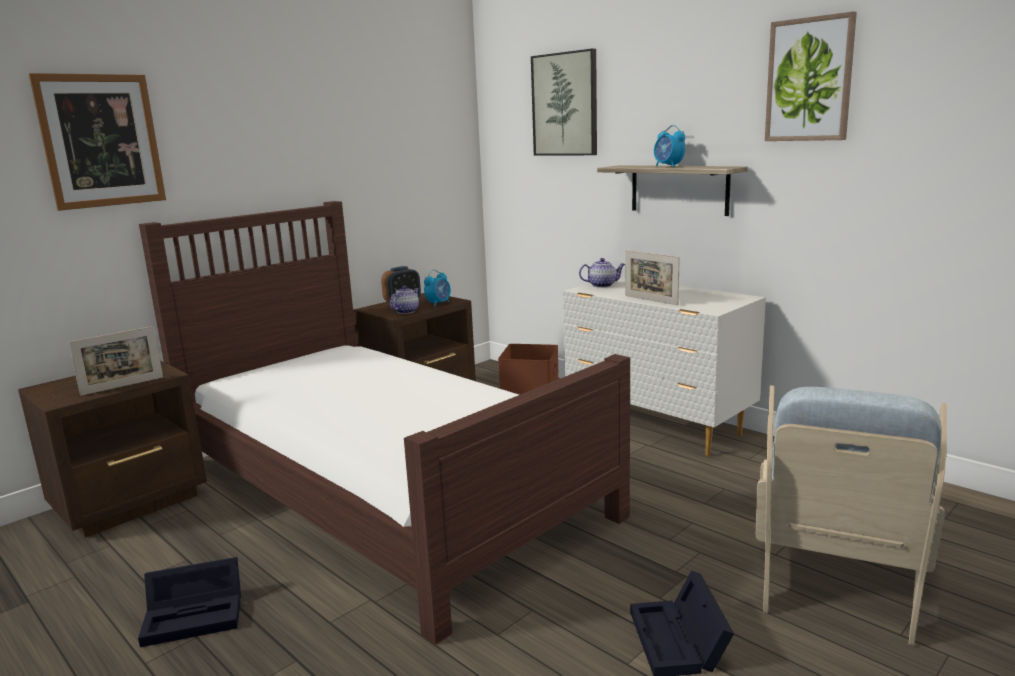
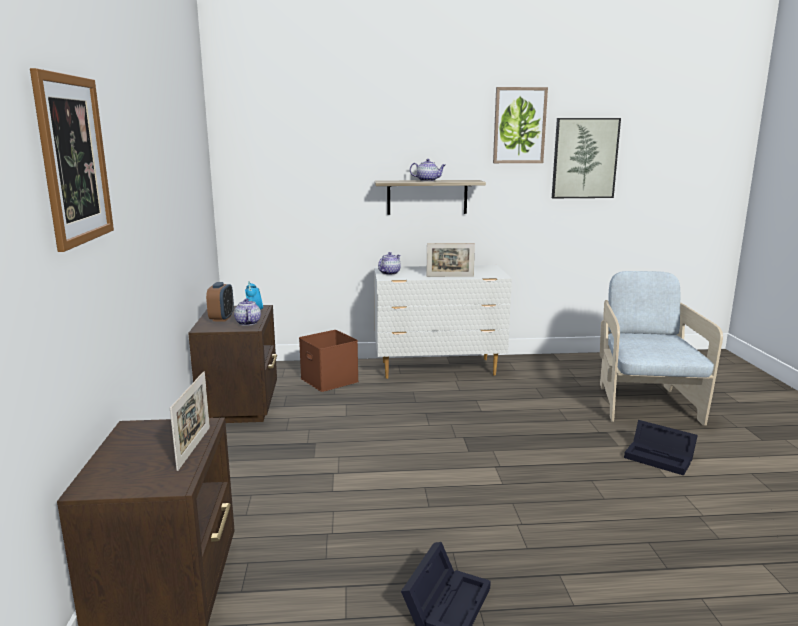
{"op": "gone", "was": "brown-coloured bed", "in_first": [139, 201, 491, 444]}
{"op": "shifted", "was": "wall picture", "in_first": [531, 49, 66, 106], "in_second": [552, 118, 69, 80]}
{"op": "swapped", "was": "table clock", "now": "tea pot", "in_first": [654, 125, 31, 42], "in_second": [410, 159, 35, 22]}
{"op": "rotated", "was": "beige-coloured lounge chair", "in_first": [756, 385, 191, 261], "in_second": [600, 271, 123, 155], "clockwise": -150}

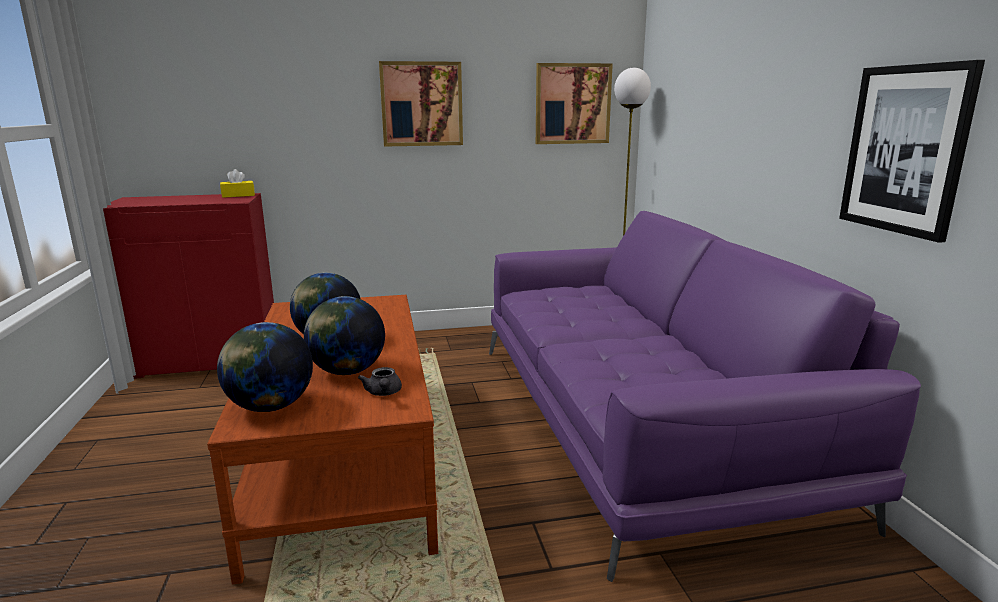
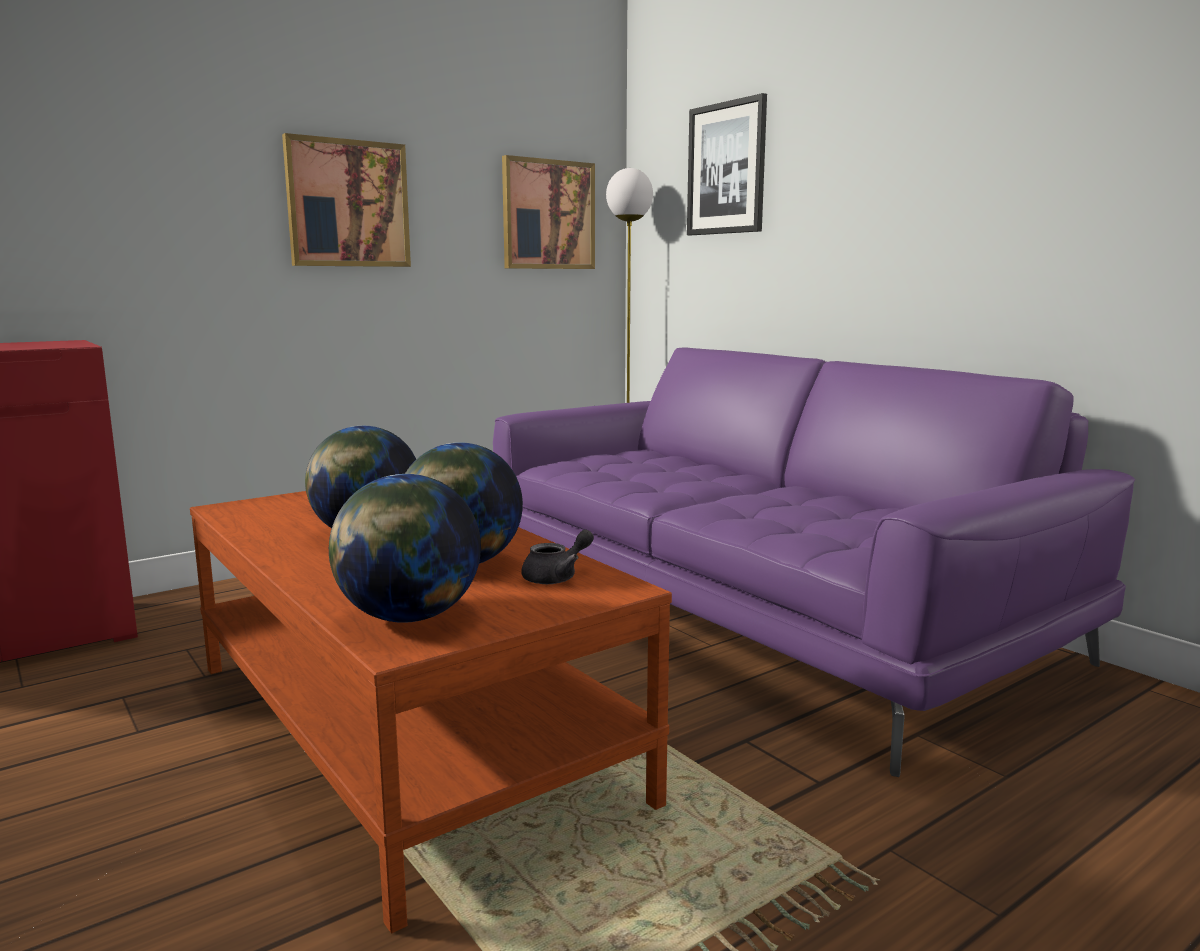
{"op": "gone", "was": "yellowish tissue holder", "in_first": [220, 169, 35, 29]}
{"op": "rotated", "was": "grey tea pot", "in_first": [358, 367, 44, 29], "in_second": [521, 529, 73, 55], "clockwise": -90}
{"op": "shifted", "was": "wall picture", "in_first": [839, 60, 146, 183], "in_second": [687, 93, 80, 142]}

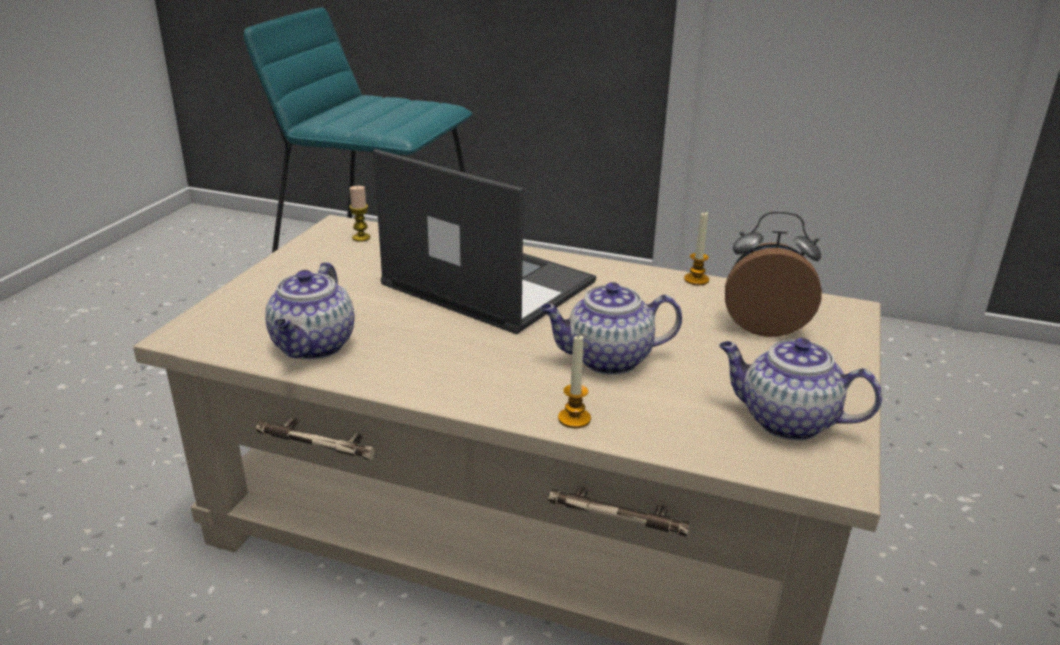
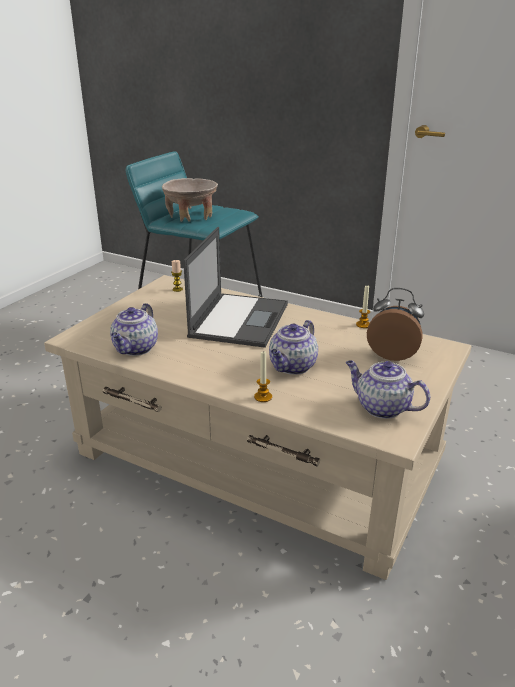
{"op": "rotated", "was": "laptop", "in_first": [373, 149, 223, 185], "in_second": [183, 227, 105, 121], "clockwise": 60}
{"op": "rotated", "was": "tea pot", "in_first": [540, 282, 142, 93], "in_second": [269, 320, 49, 55], "clockwise": -60}
{"op": "new", "now": "beige-coloured deep dish", "in_second": [162, 178, 56, 44]}

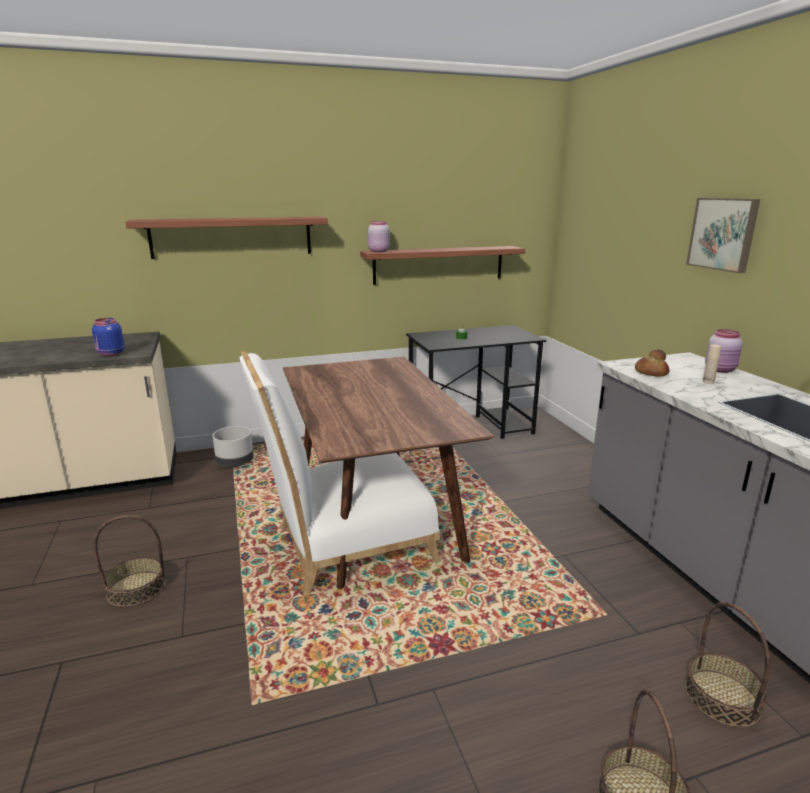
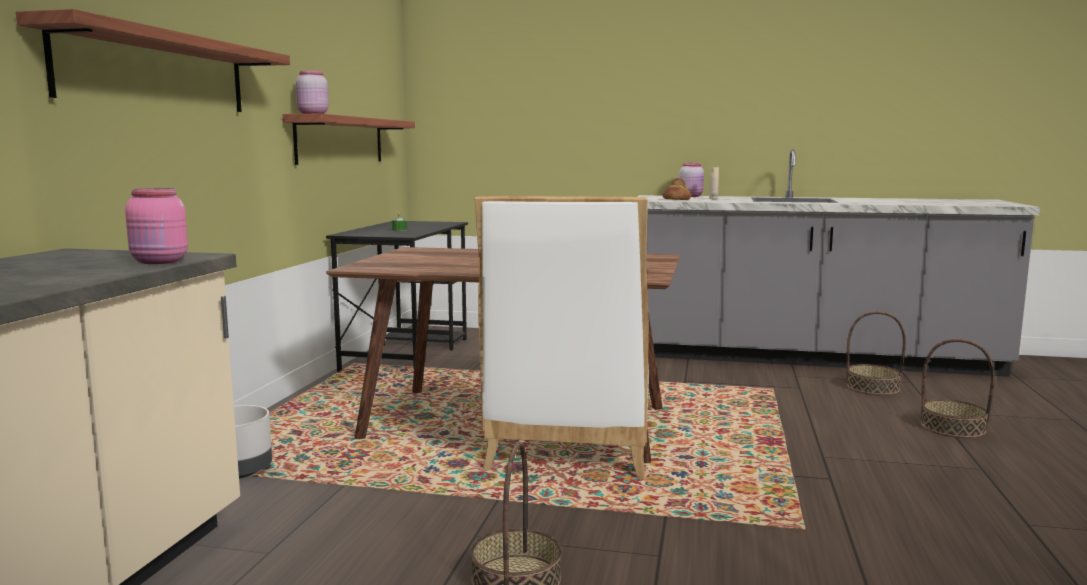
{"op": "repainted", "was": "bluish preserve jar", "now": "pink-coloured preserve jar", "in_first": [92, 318, 32, 38], "in_second": [125, 188, 63, 76]}
{"op": "gone", "was": "wall picture", "in_first": [686, 198, 74, 75]}

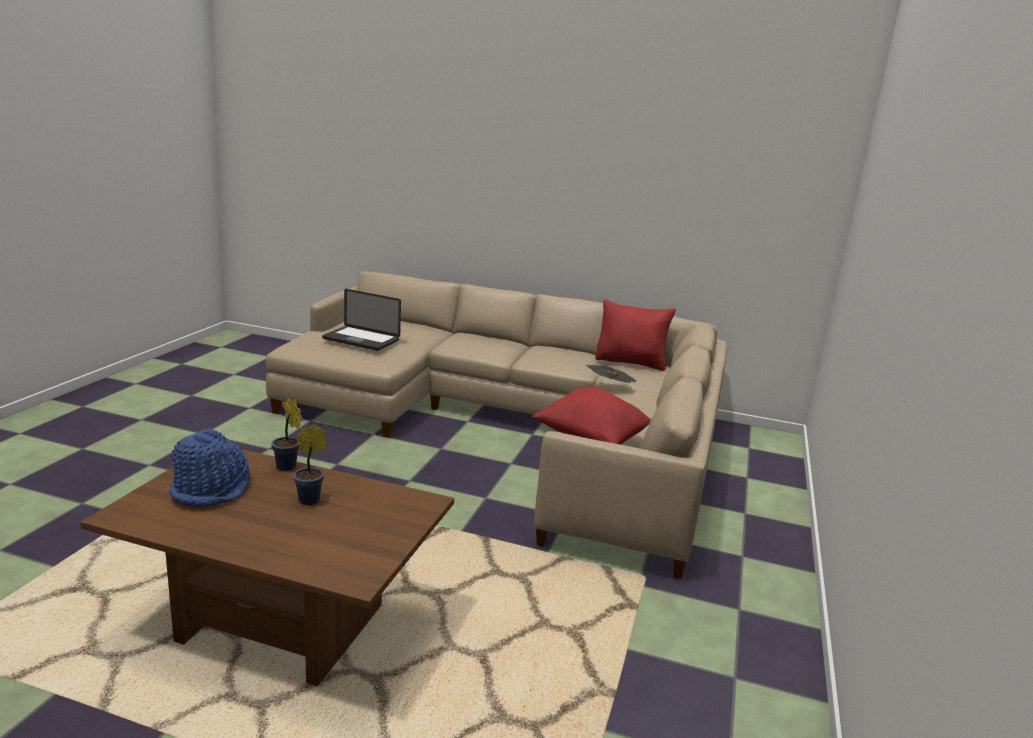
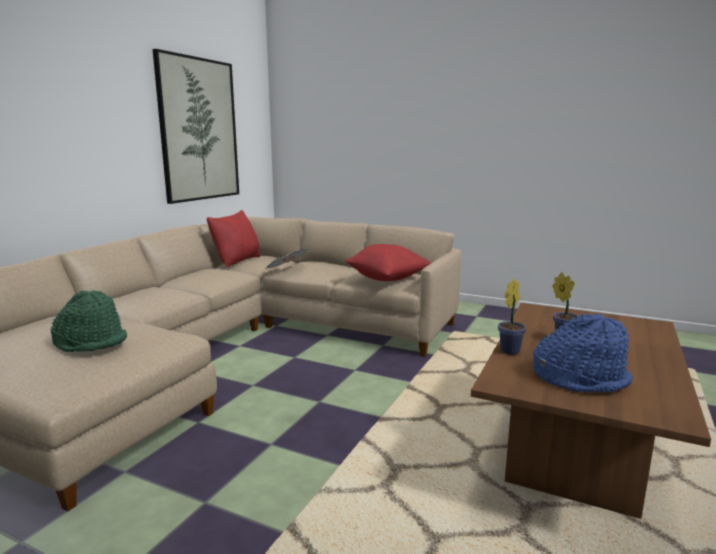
{"op": "swapped", "was": "laptop", "now": "green-coloured clothing hat", "in_first": [322, 289, 79, 62], "in_second": [50, 290, 77, 62]}
{"op": "new", "now": "wall picture", "in_second": [153, 49, 86, 155]}

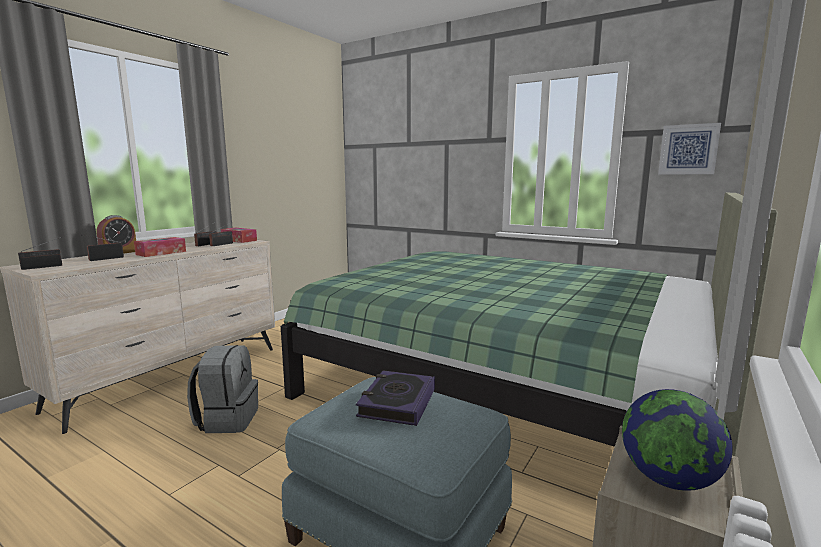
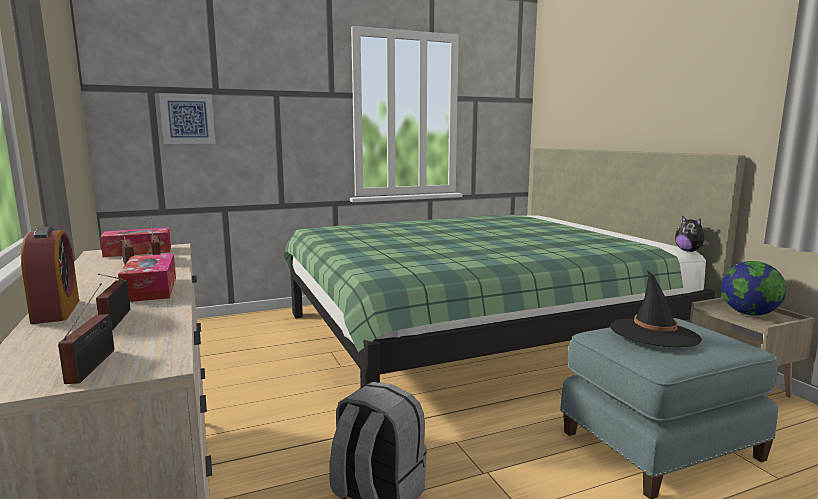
{"op": "swapped", "was": "book", "now": "black-coloured clothing hat", "in_first": [356, 370, 79, 56], "in_second": [610, 270, 92, 77]}
{"op": "shifted", "was": "wall picture", "in_first": [658, 123, 63, 51], "in_second": [159, 93, 57, 51]}
{"op": "new", "now": "cuddly toy", "in_second": [675, 216, 35, 36]}

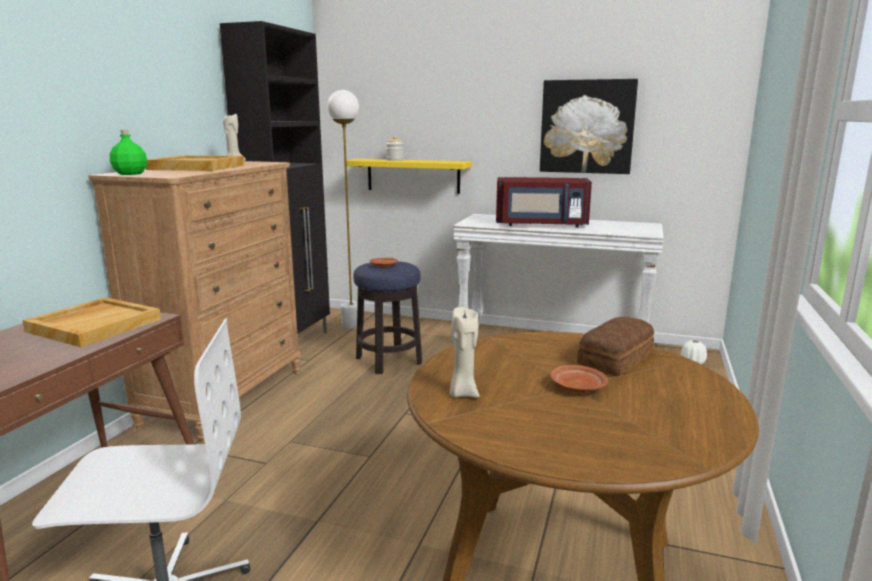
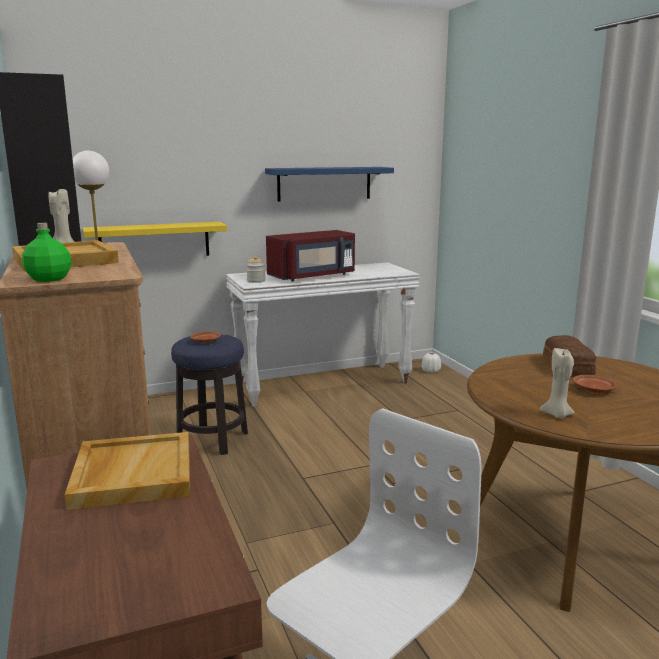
{"op": "shifted", "was": "preserve jar", "in_first": [386, 136, 18, 25], "in_second": [246, 256, 20, 27]}
{"op": "swapped", "was": "wall picture", "now": "bluish shelf", "in_first": [540, 79, 98, 95], "in_second": [265, 167, 129, 35]}

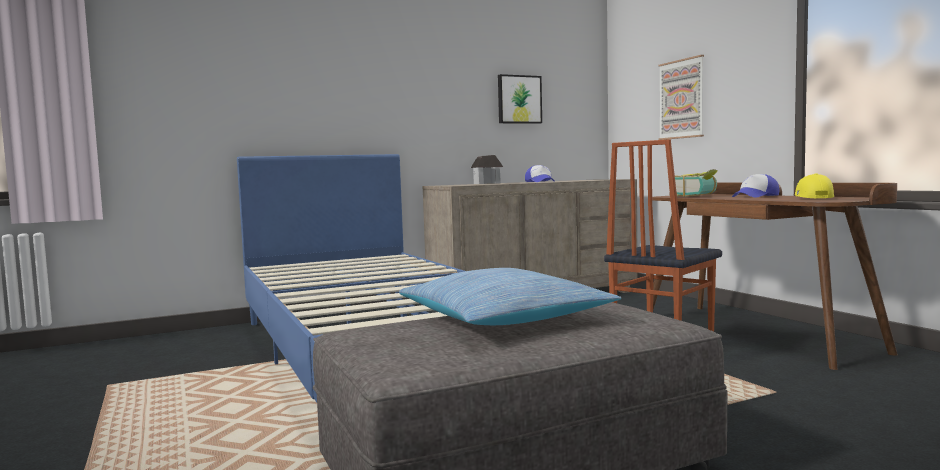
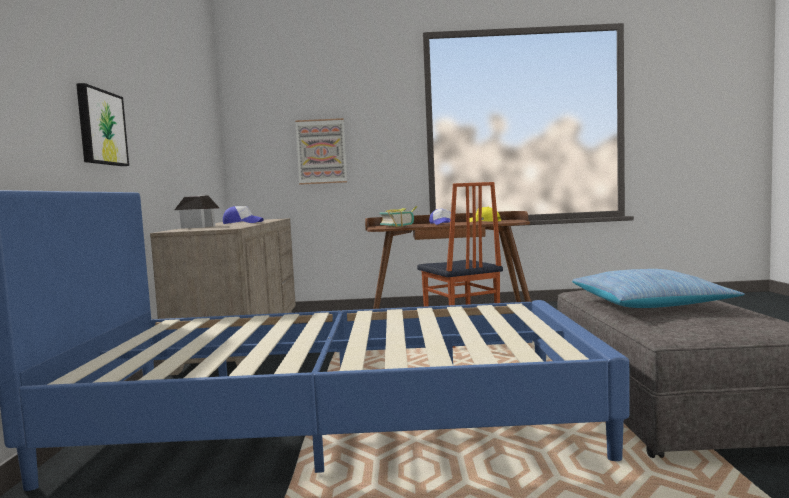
{"op": "shifted", "was": "wall picture", "in_first": [498, 74, 44, 50], "in_second": [76, 83, 53, 83]}

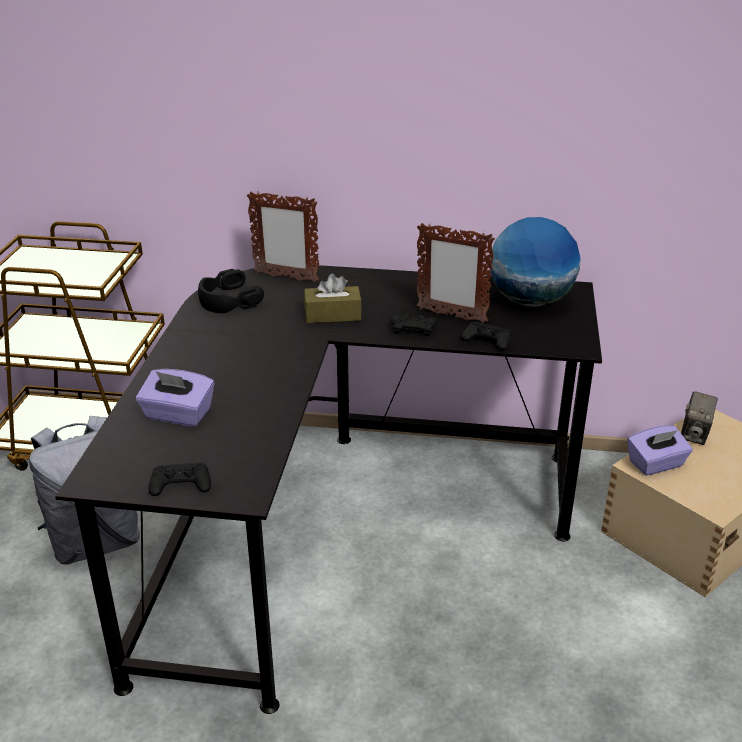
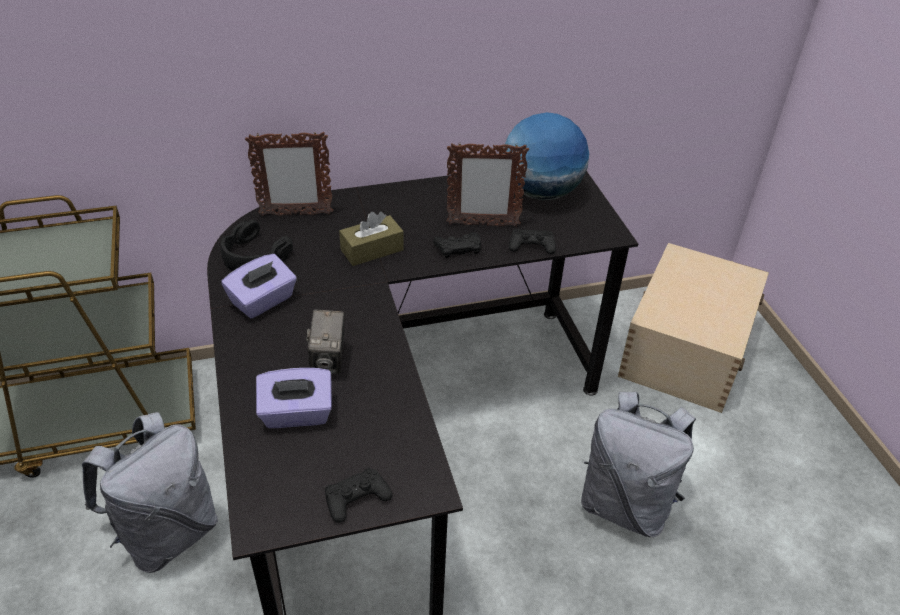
{"op": "shifted", "was": "purple tissue holder", "in_first": [627, 425, 66, 51], "in_second": [221, 254, 76, 65]}
{"op": "shifted", "was": "photo camera", "in_first": [681, 391, 37, 54], "in_second": [306, 310, 39, 64]}
{"op": "new", "now": "grey knapsack", "in_second": [581, 392, 115, 145]}

